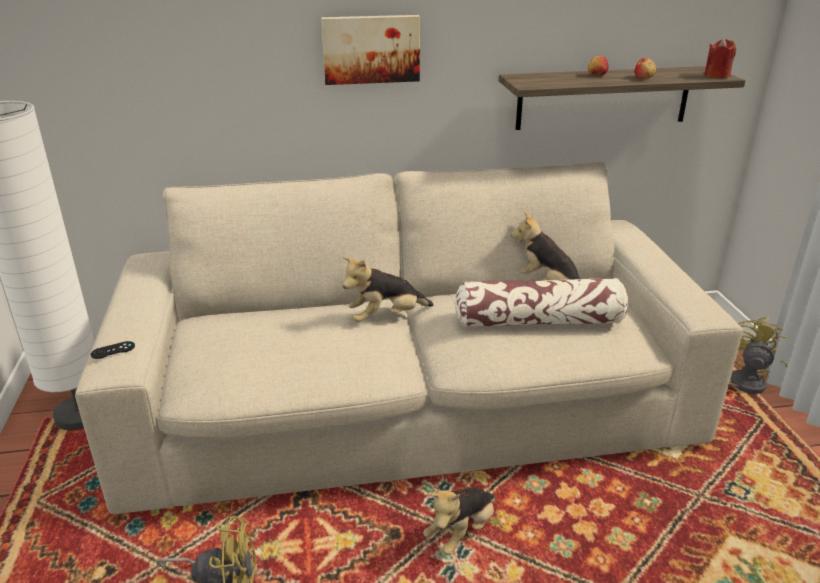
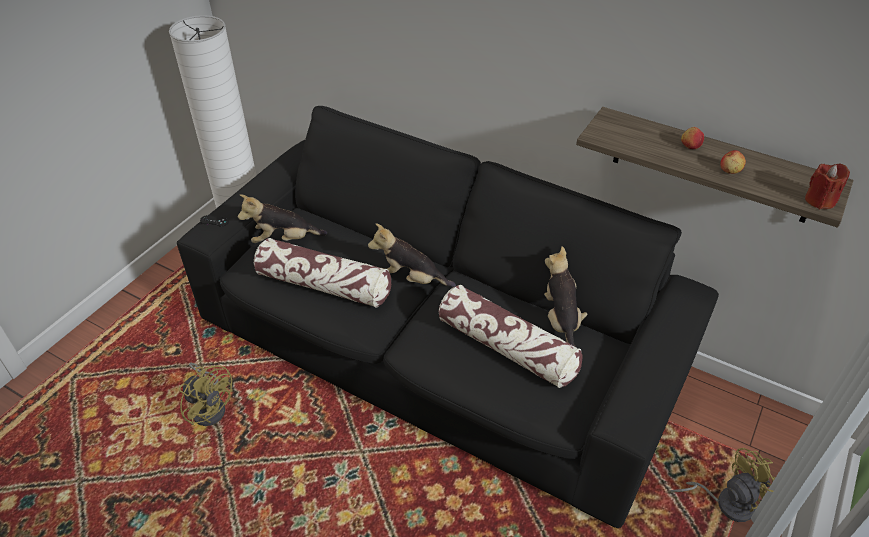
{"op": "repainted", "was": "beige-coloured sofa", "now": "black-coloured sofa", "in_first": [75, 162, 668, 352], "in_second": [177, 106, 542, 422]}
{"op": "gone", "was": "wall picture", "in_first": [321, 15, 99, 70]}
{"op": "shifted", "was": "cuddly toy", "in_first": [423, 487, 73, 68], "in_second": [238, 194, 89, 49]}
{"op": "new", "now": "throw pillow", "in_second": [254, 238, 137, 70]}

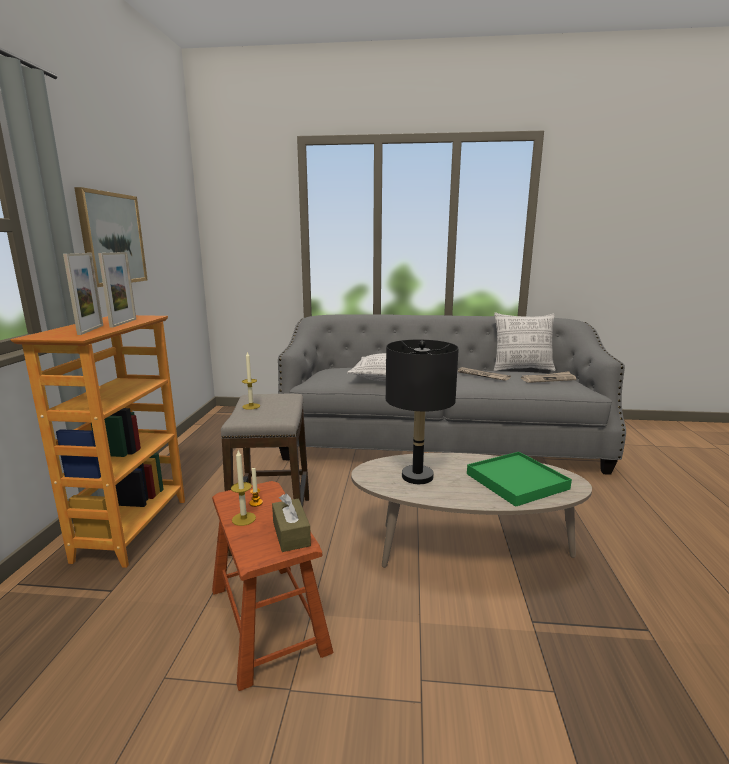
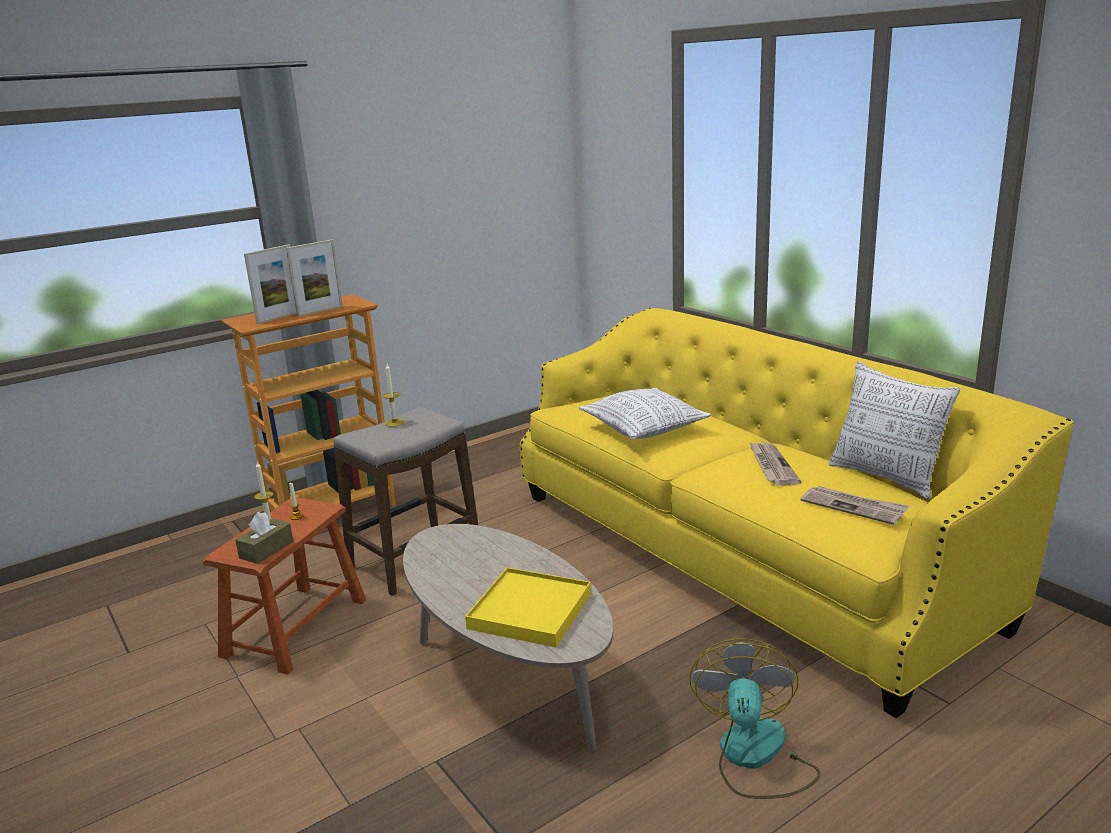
{"op": "gone", "was": "wall picture", "in_first": [74, 187, 74, 100]}
{"op": "repainted", "was": "grey sofa", "now": "yellowish sofa", "in_first": [278, 314, 348, 161], "in_second": [520, 308, 554, 410]}
{"op": "gone", "was": "black-coloured table lamp", "in_first": [386, 340, 73, 144]}
{"op": "repainted", "was": "green-coloured tray", "now": "yellowish tray", "in_first": [467, 452, 105, 55], "in_second": [465, 567, 126, 80]}
{"op": "new", "now": "cooling fan", "in_second": [689, 638, 132, 161]}

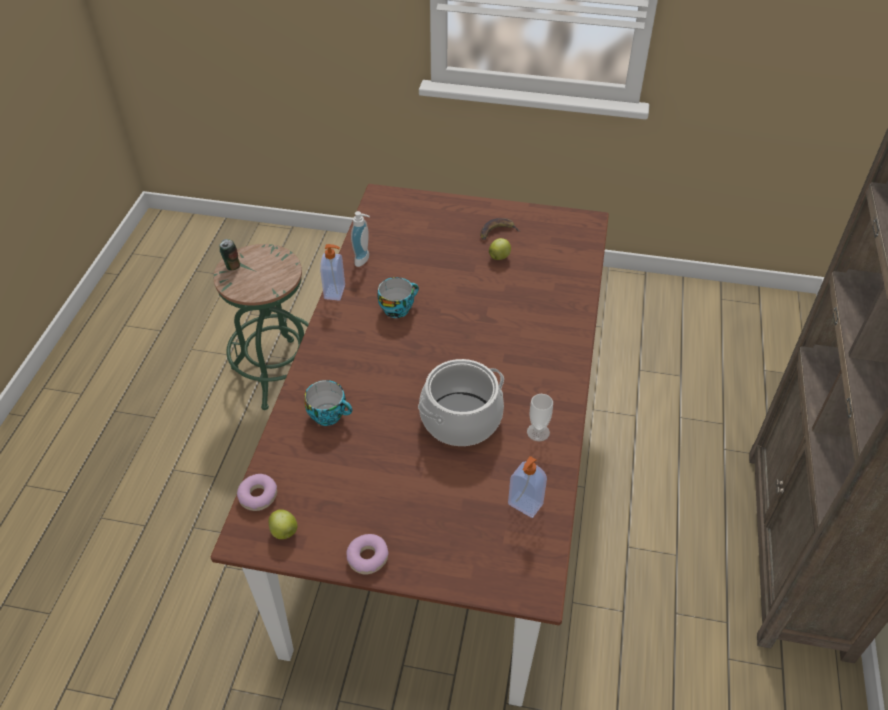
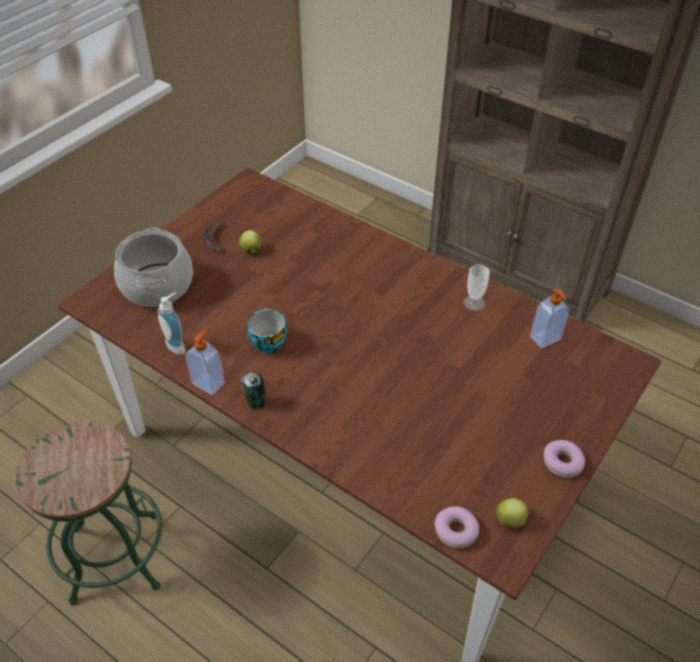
{"op": "shifted", "was": "can", "in_first": [220, 239, 20, 32], "in_second": [241, 372, 26, 37]}
{"op": "gone", "was": "small cup", "in_first": [304, 380, 48, 46]}
{"op": "shifted", "was": "saucepot", "in_first": [418, 359, 86, 87], "in_second": [114, 227, 79, 80]}

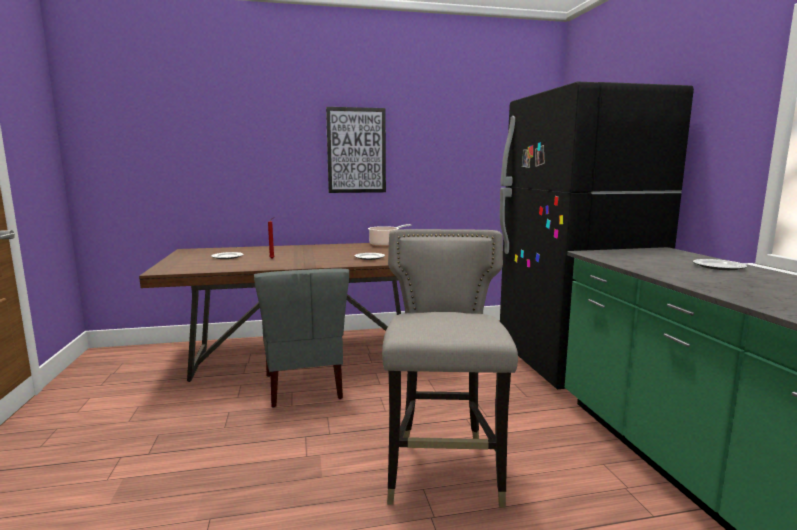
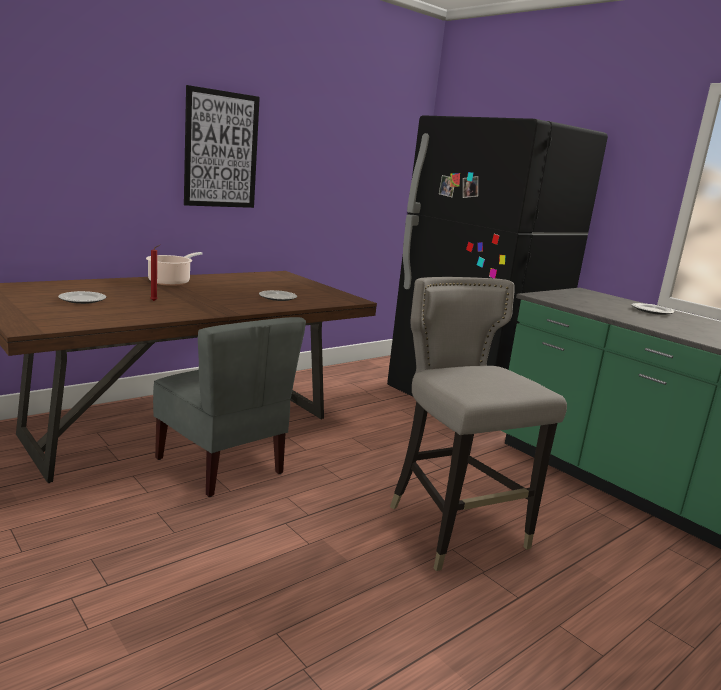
{"op": "shifted", "was": "saucepot", "in_first": [368, 224, 43, 22], "in_second": [146, 252, 56, 34]}

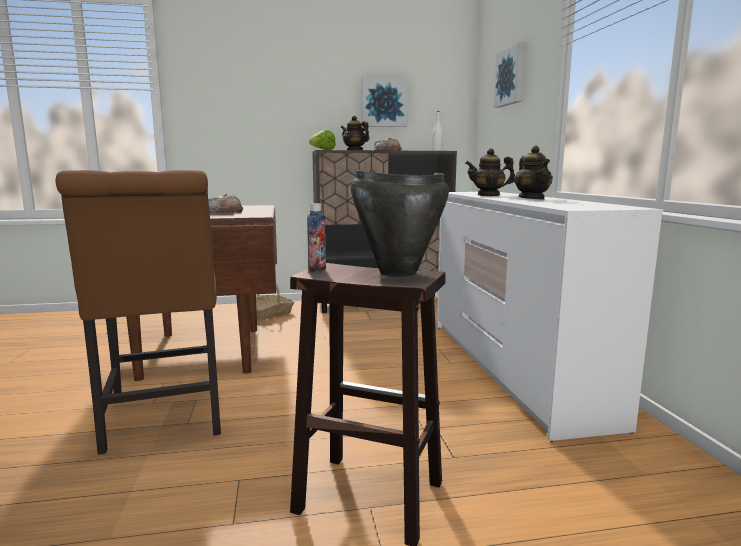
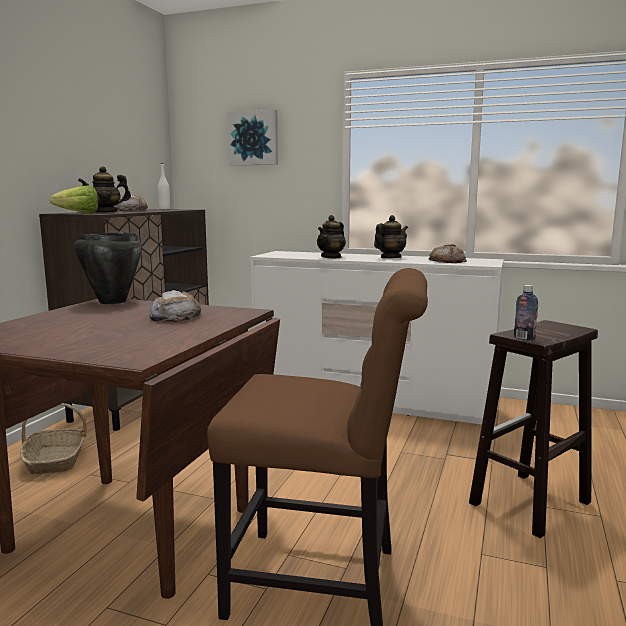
{"op": "shifted", "was": "black-coloured saucepot", "in_first": [351, 170, 98, 107], "in_second": [74, 232, 68, 72]}
{"op": "gone", "was": "wall picture", "in_first": [362, 77, 46, 50]}
{"op": "rotated", "was": "tea pot", "in_first": [514, 146, 39, 54], "in_second": [374, 215, 34, 43], "clockwise": -60}
{"op": "new", "now": "bakery bread", "in_second": [429, 244, 38, 19]}

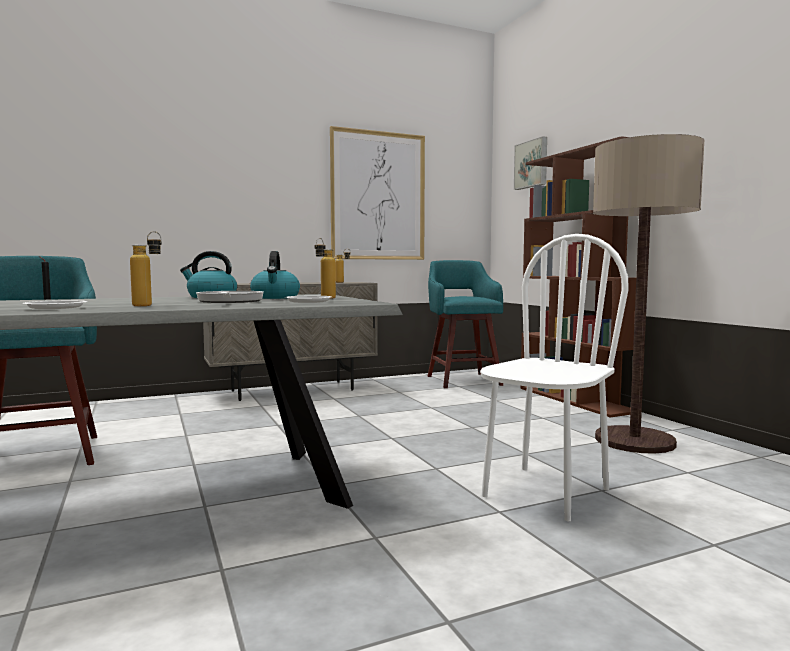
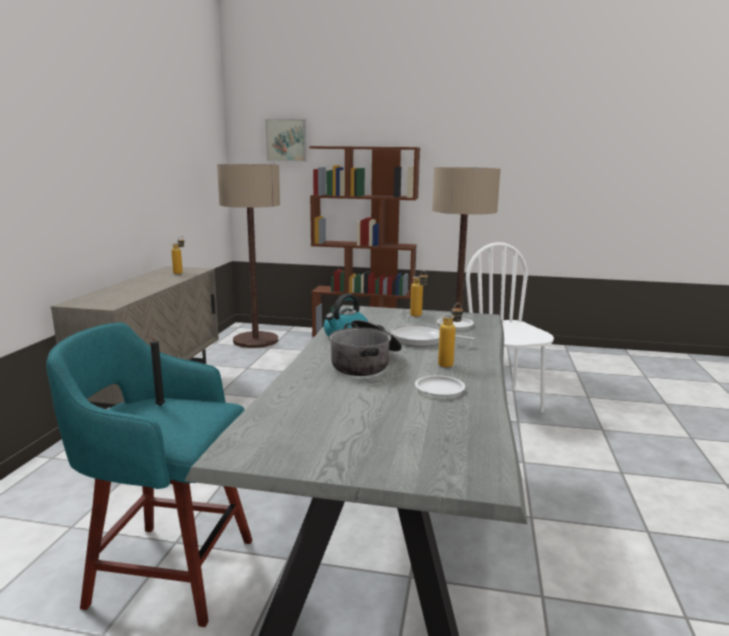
{"op": "gone", "was": "kettle", "in_first": [250, 251, 50, 48]}
{"op": "gone", "was": "wall picture", "in_first": [330, 126, 95, 134]}
{"op": "swapped", "was": "turquoise stool seat", "now": "standing lamp", "in_first": [428, 260, 75, 128], "in_second": [217, 164, 63, 184]}
{"op": "new", "now": "saucepot", "in_second": [329, 320, 73, 56]}

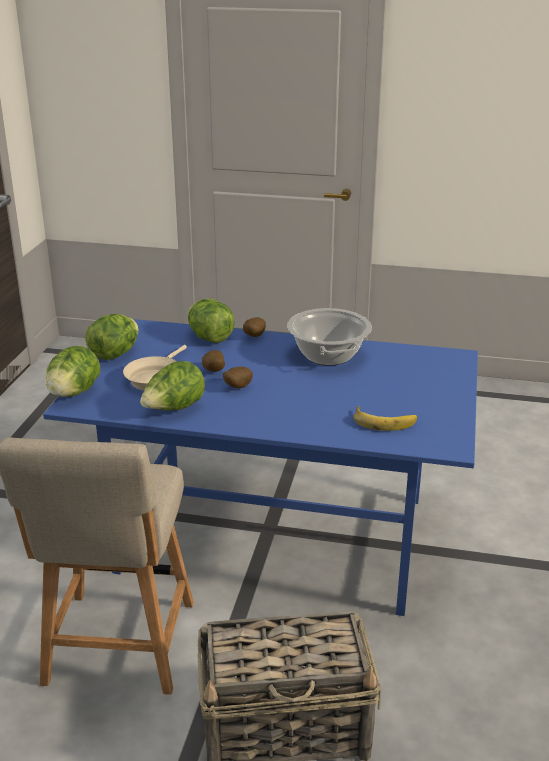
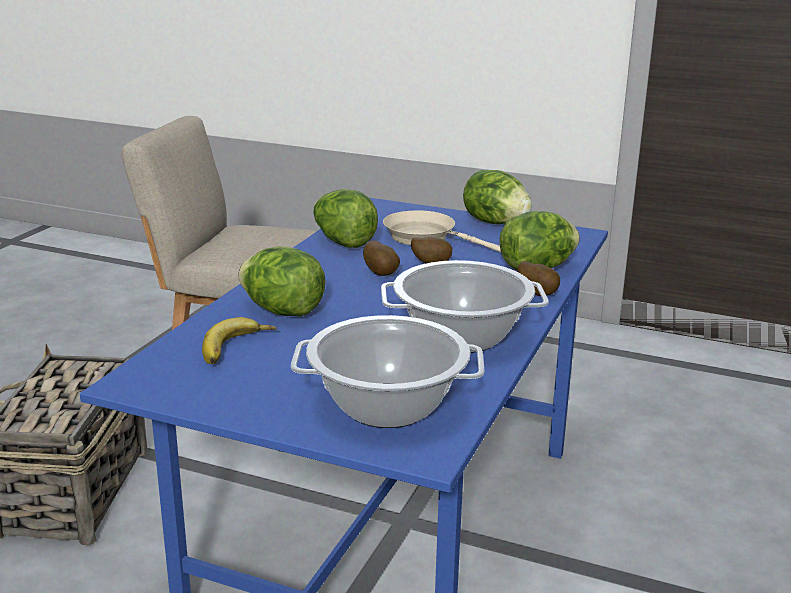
{"op": "shifted", "was": "lettuce", "in_first": [46, 346, 55, 51], "in_second": [238, 247, 88, 69]}
{"op": "new", "now": "saucepot", "in_second": [291, 315, 193, 113]}

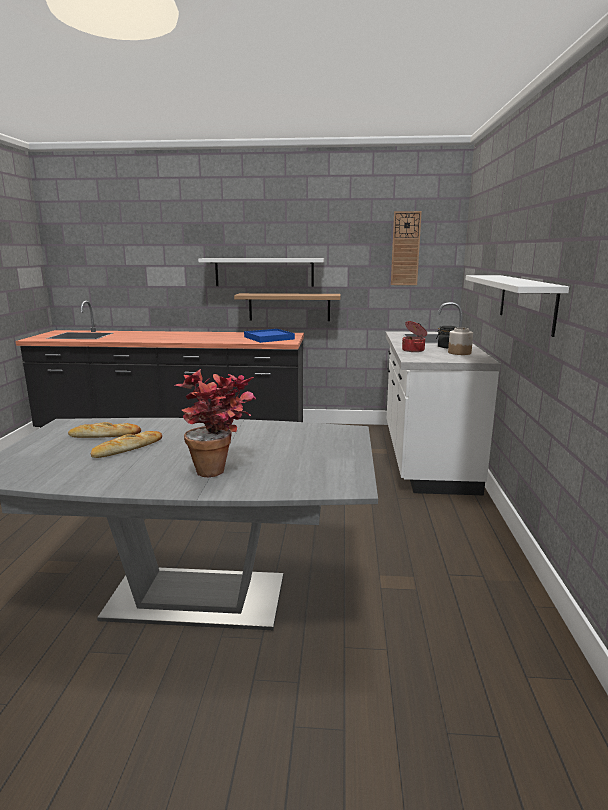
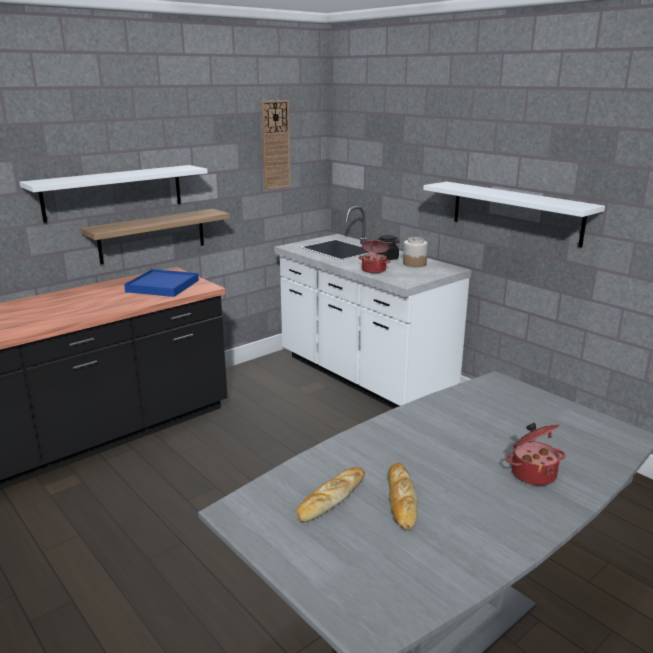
{"op": "swapped", "was": "houseplant", "now": "saucepot", "in_first": [175, 369, 81, 108], "in_second": [506, 423, 60, 63]}

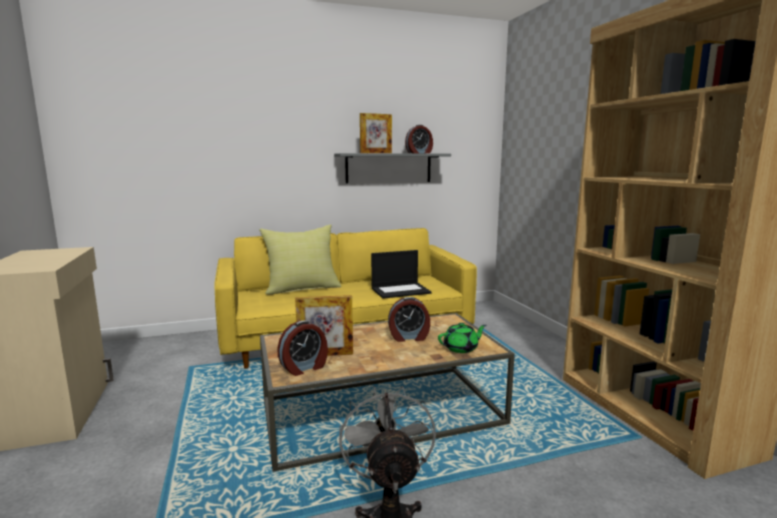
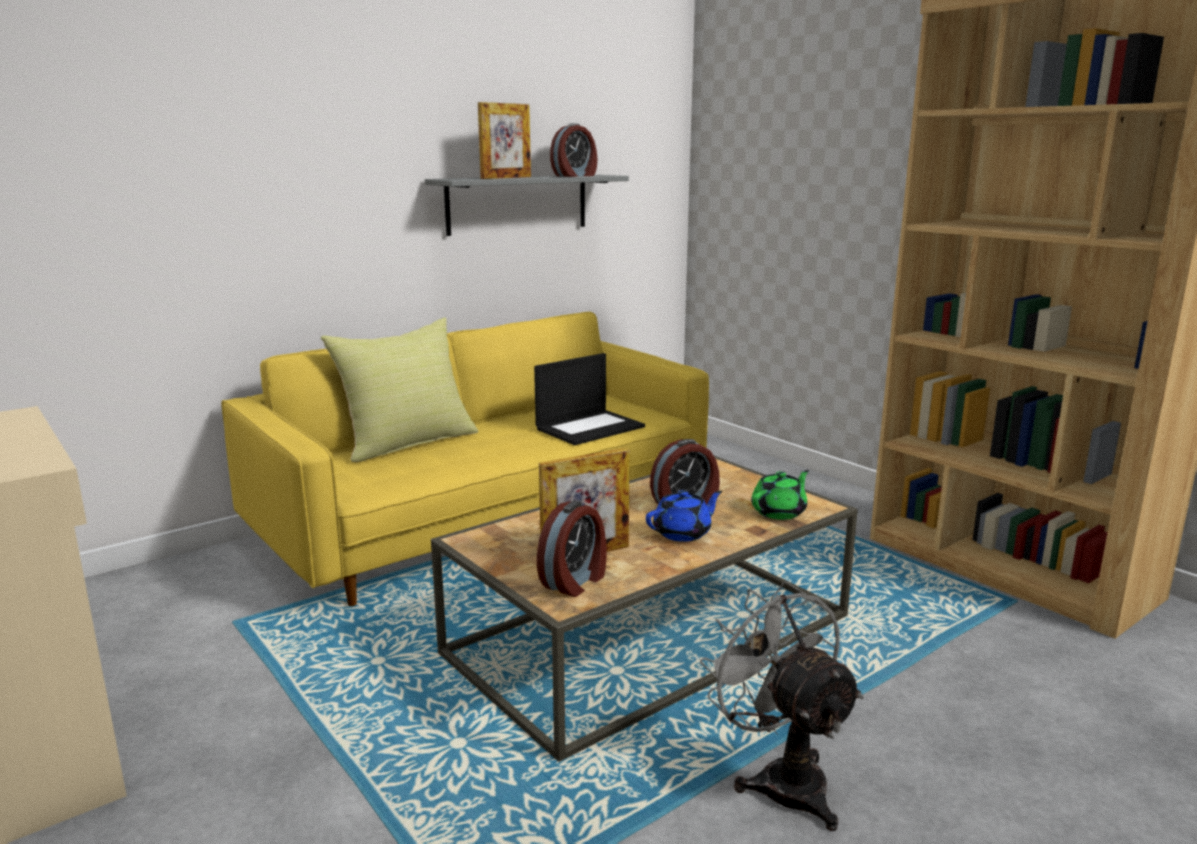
{"op": "new", "now": "bluish tea pot", "in_second": [646, 490, 77, 52]}

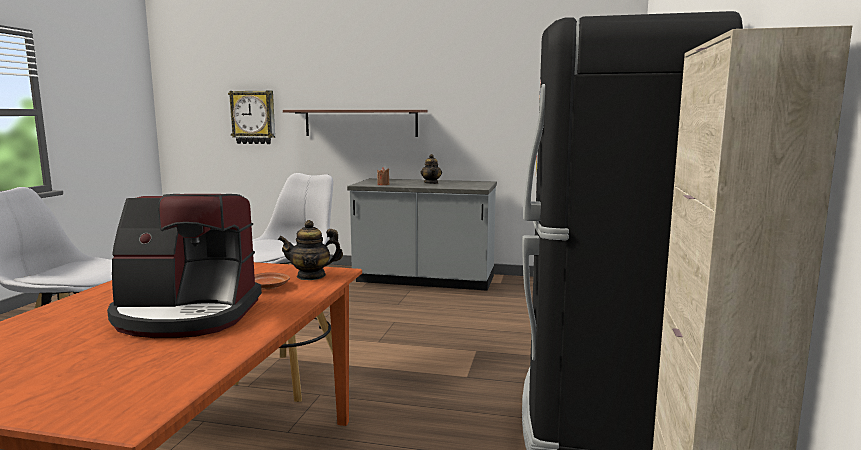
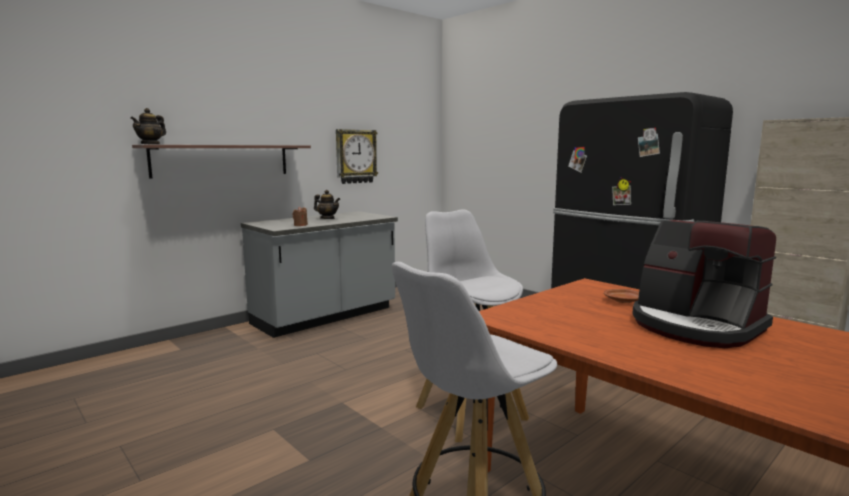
{"op": "rotated", "was": "coffee maker", "in_first": [107, 194, 155, 144], "in_second": [632, 220, 144, 128], "clockwise": 105}
{"op": "shifted", "was": "hanging clock", "in_first": [228, 90, 47, 54], "in_second": [336, 129, 42, 55]}
{"op": "shifted", "was": "tea pot", "in_first": [278, 220, 65, 60], "in_second": [130, 108, 36, 37]}

